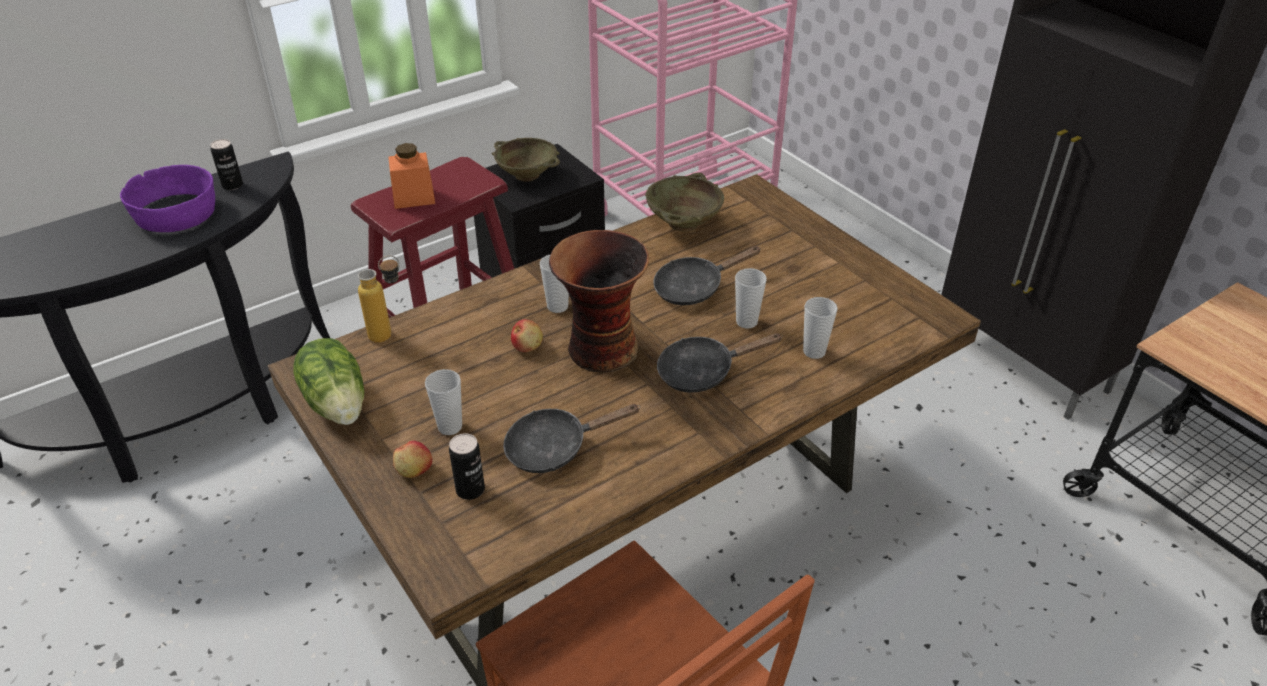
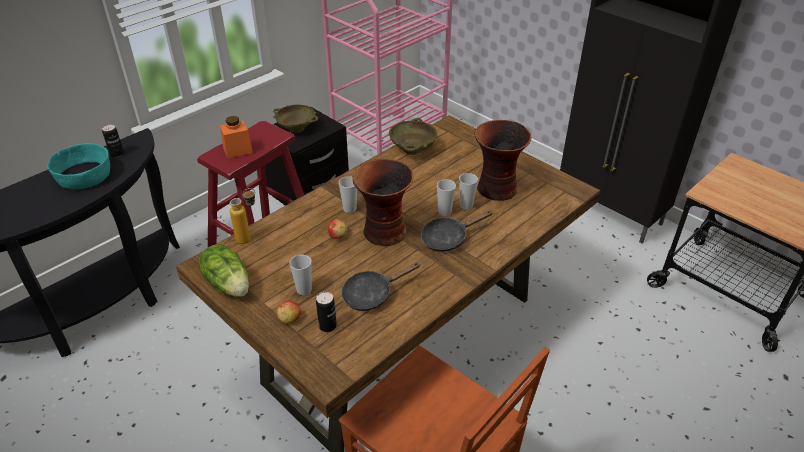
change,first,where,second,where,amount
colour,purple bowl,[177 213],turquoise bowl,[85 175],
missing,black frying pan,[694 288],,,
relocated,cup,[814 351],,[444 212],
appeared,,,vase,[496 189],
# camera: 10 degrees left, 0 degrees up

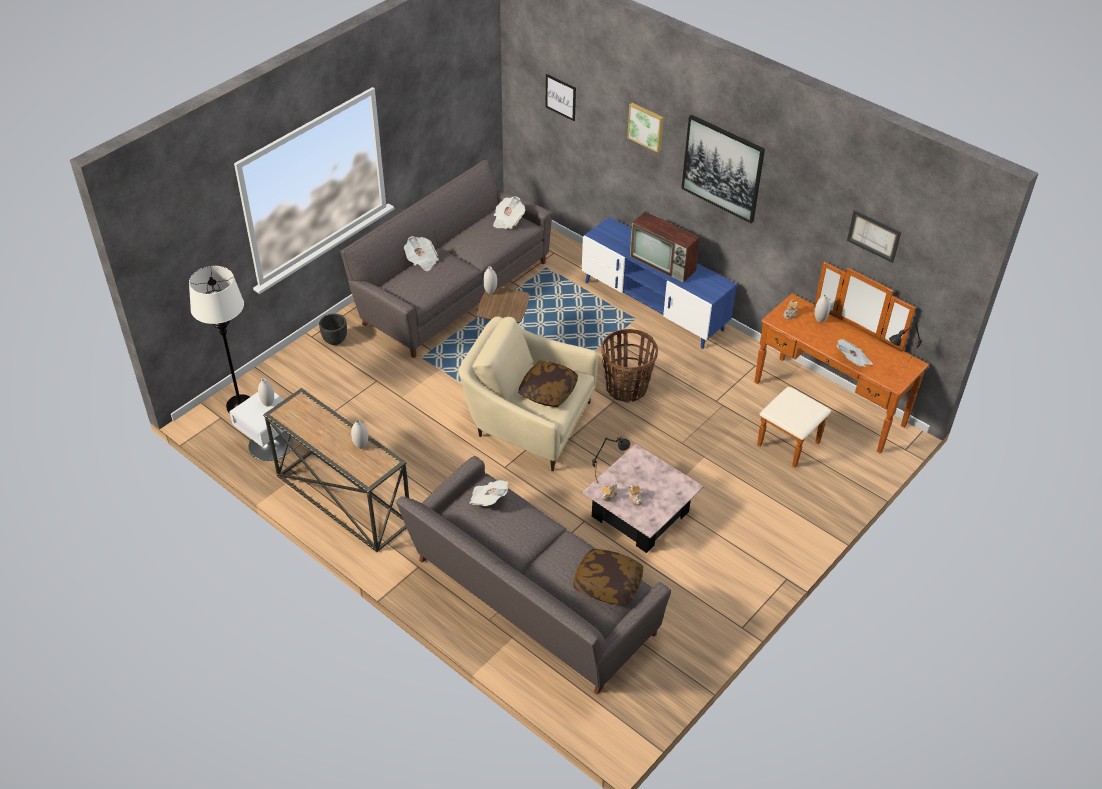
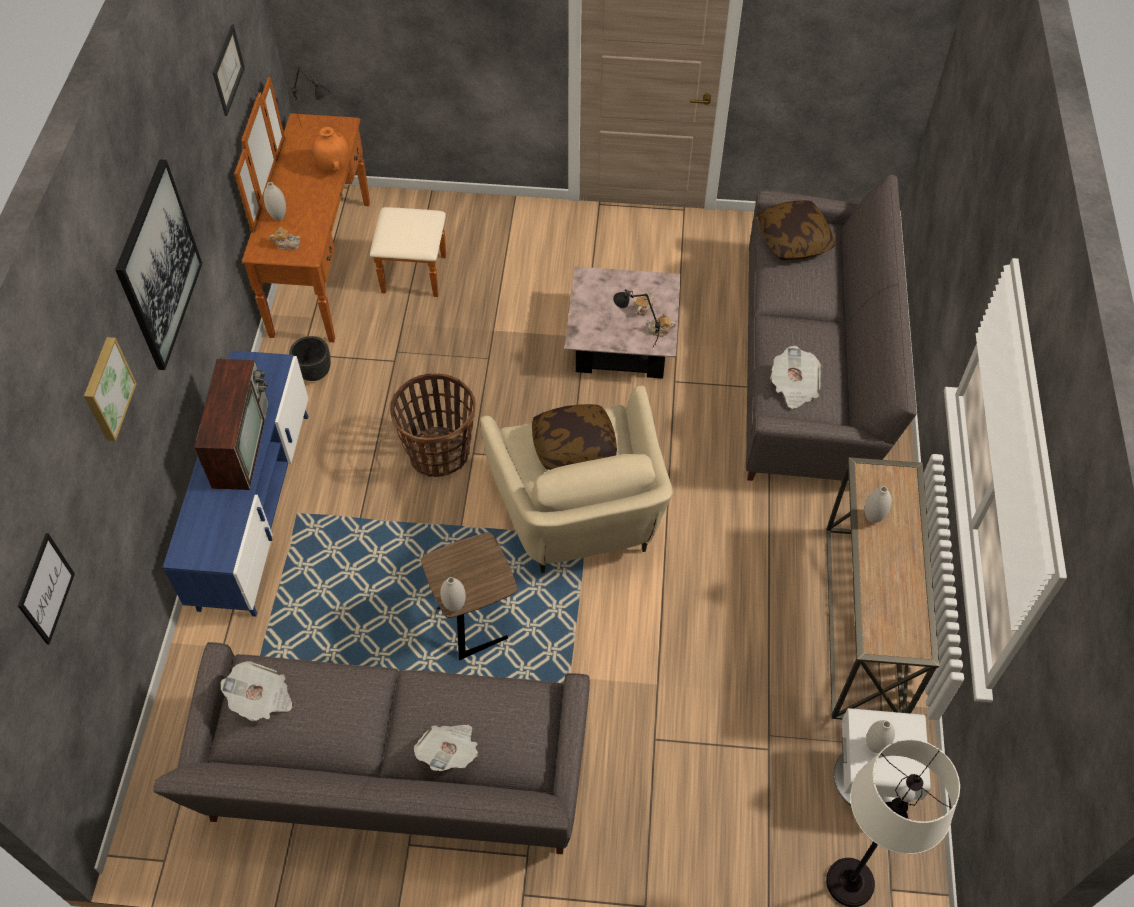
change,first,where,second,where,amount
relocated,black planter,[335 340],,[314 373],
exchanged,newspaper,[852 361],orange vase,[334 166],
# camera: 125 degrees left, 10 degrees up

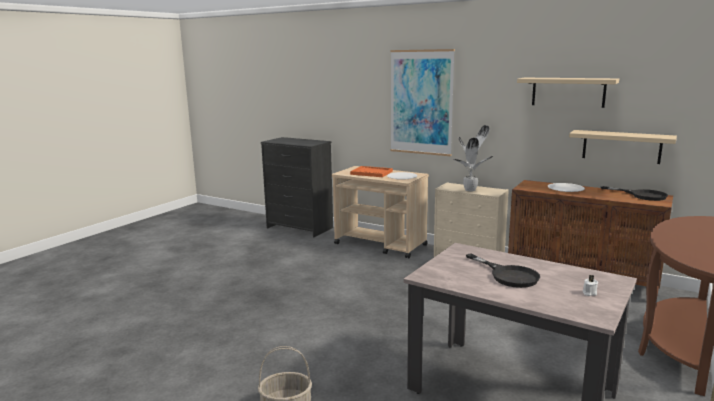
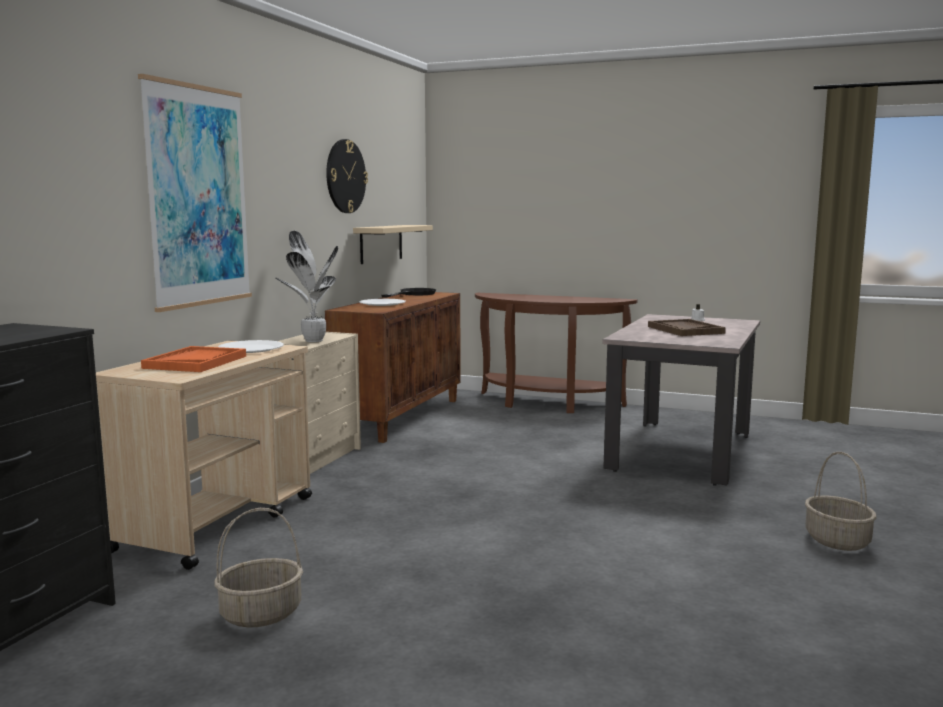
change,first,where,second,where,amount
exchanged,beige shelf,[568 92],wall clock,[345 176],
exchanged,black frying pan,[508 275],brown tray,[685 330],
appeared,,,basket,[260 614],
# camera: 100 degrees left, 5 degrees down

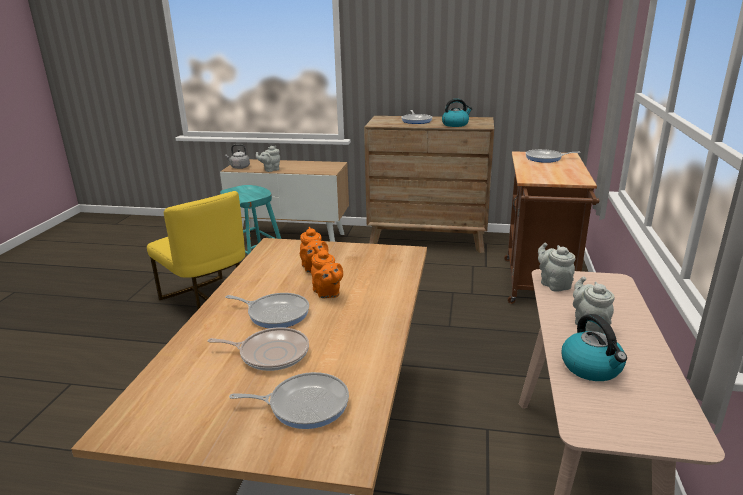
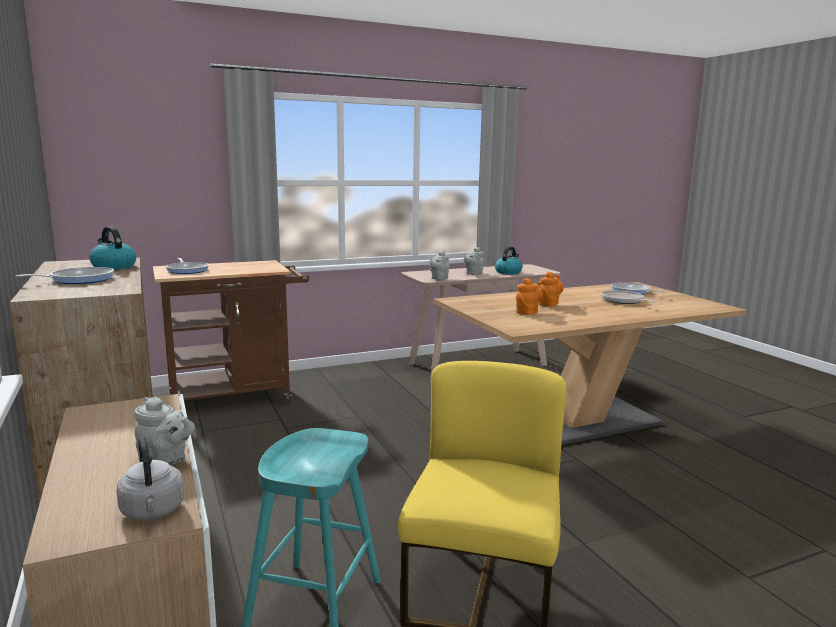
change,first,where,second,where,amount
missing,frying pan,[275 313],,,
# camera: 125 degrees left, 10 degrees down

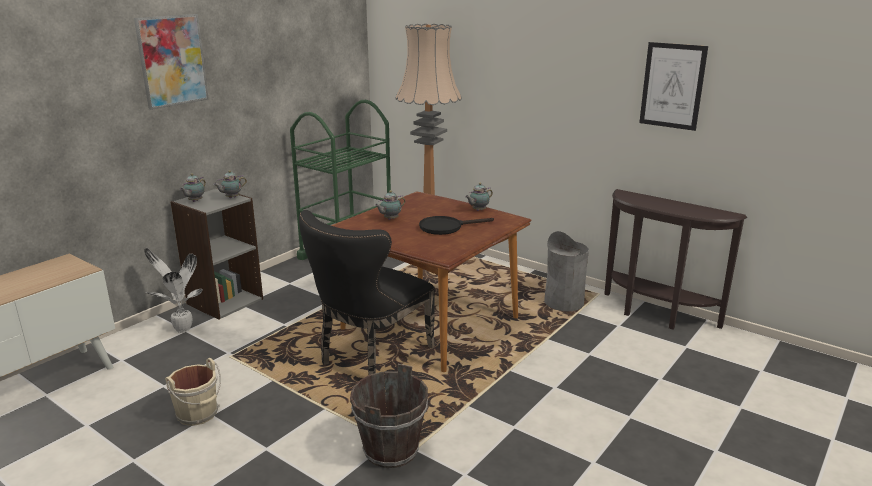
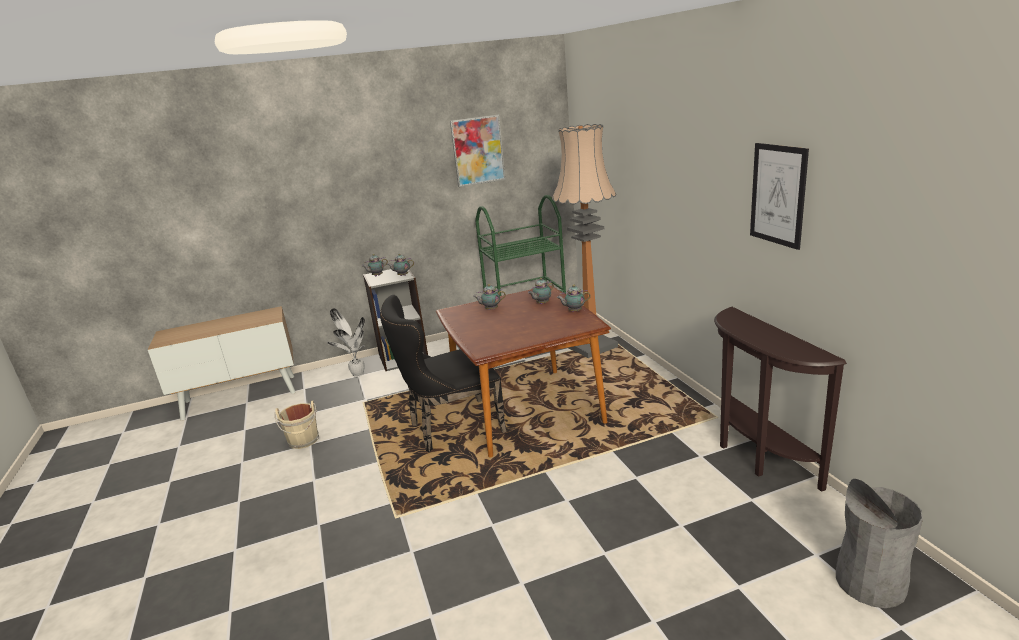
change,first,where,second,where,amount
relocated,picture,[172 61],,[478 150],
missing,black frying pan,[446 227],,,
relocated,grey trash can,[563 302],,[870 582],
missing,brown bucket,[390 450],,,
appeared,,,teapot,[541 303],
# camera: 35 degrees right, 0 degrees up

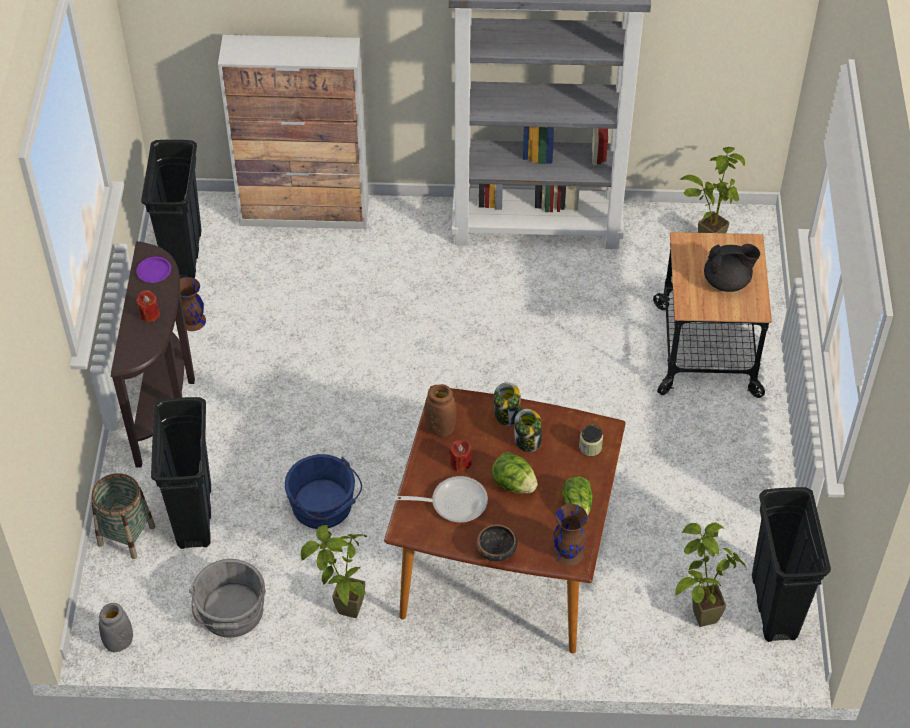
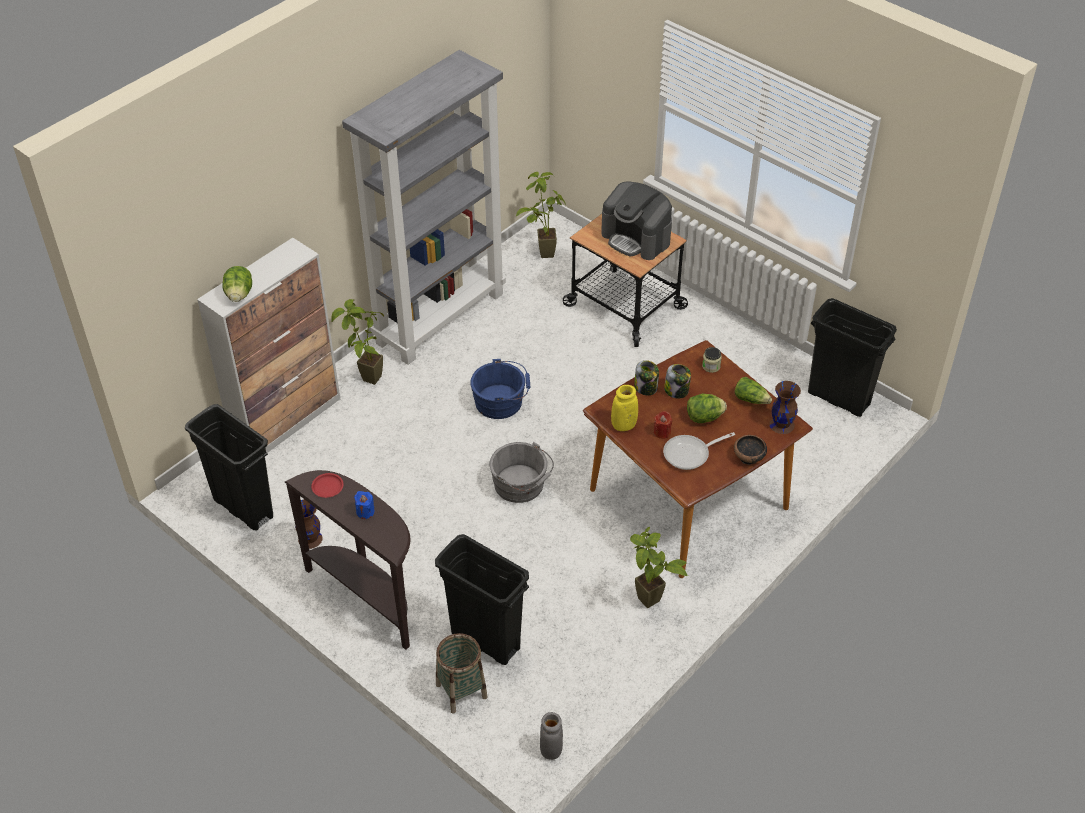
change,first,where,second,where,amount
exchanged,black teapot,[727 281],coffee machine,[636 238],
colour,purple plate,[154 271],red plate,[328 487],
colour,red candle,[149 314],blue candle,[365 512],
colour,brown vase,[440 428],yellow vase,[623 425],
relocated,blue bucket,[324 506],,[501 402],
spun,frying pan,[453 502],,[690 454],150 degrees counterclockwise
relocated,potted plant,[694 617],,[366 382],
relocated,grey bucket,[231 614],,[521 485],
appeared,,,lettuce,[239 295],
# camera: 50 degrees left, 5 degrees down

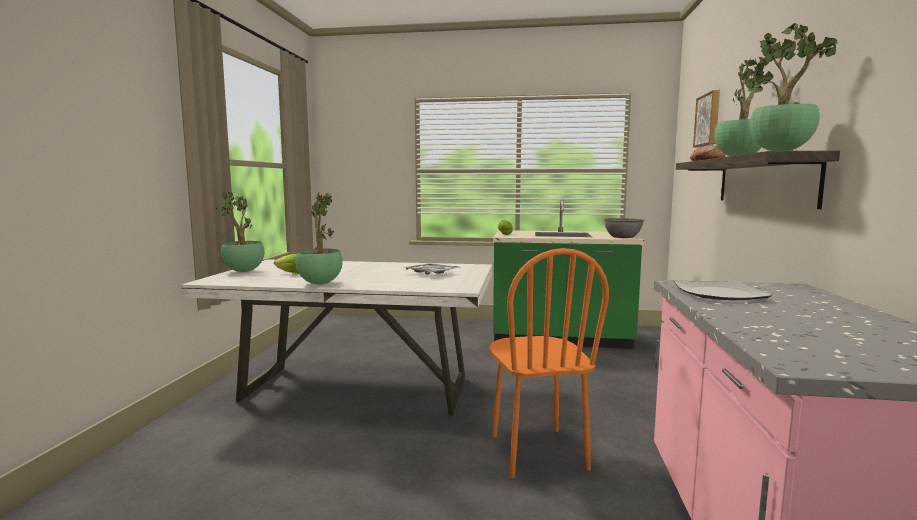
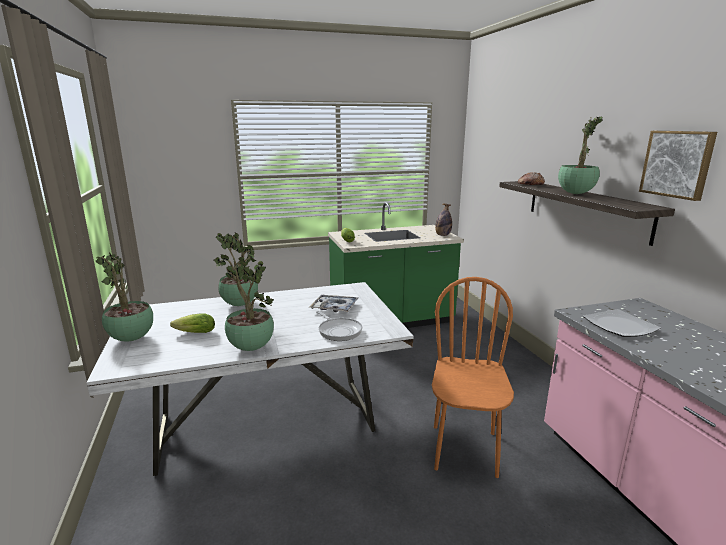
change,first,where,second,where,amount
relocated,potted plant,[782 151],,[241 304],
relocated,picture,[709 120],,[677 164],
exchanged,grey bowl,[622 237],bottle,[442 235],
spun,orange chair,[537 452],,[464 450],135 degrees counterclockwise
appeared,,,frying pan,[338 331],
# camera: 25 degrees left, 10 degrees up

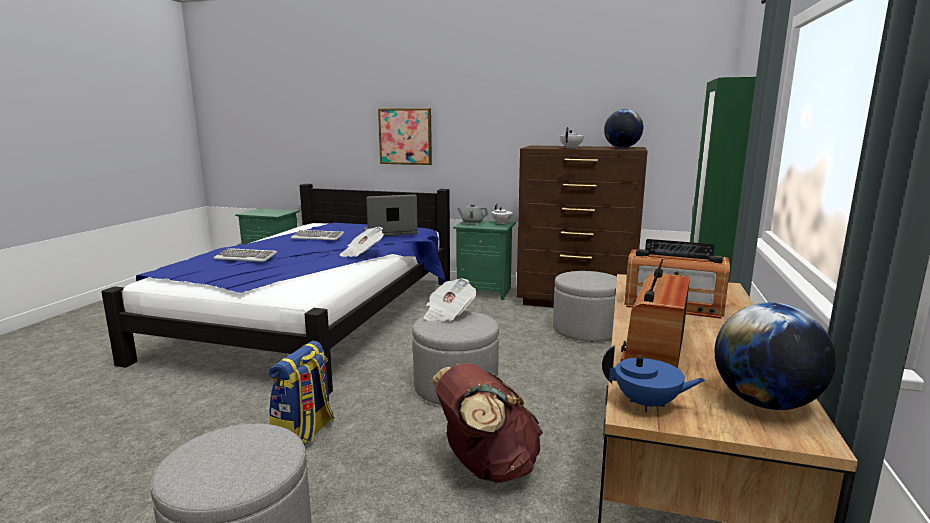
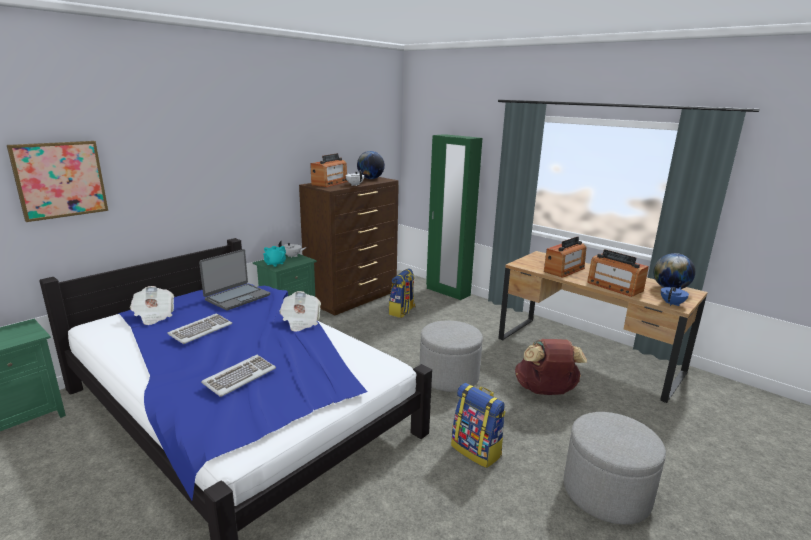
change,first,where,second,where,amount
relocated,picture,[405 136],,[60 179],
spun,laptop,[390 232],,[237 297],150 degrees counterclockwise
colour,grey teapot,[472 223],turquoise teapot,[275 264],
exchanged,grey ottoman,[586 330],backpack,[402 312],
relocated,newspaper,[448 314],,[154 315],
appeared,,,radio,[330 183],
# camera: 65 degrees left, 5 degrees up

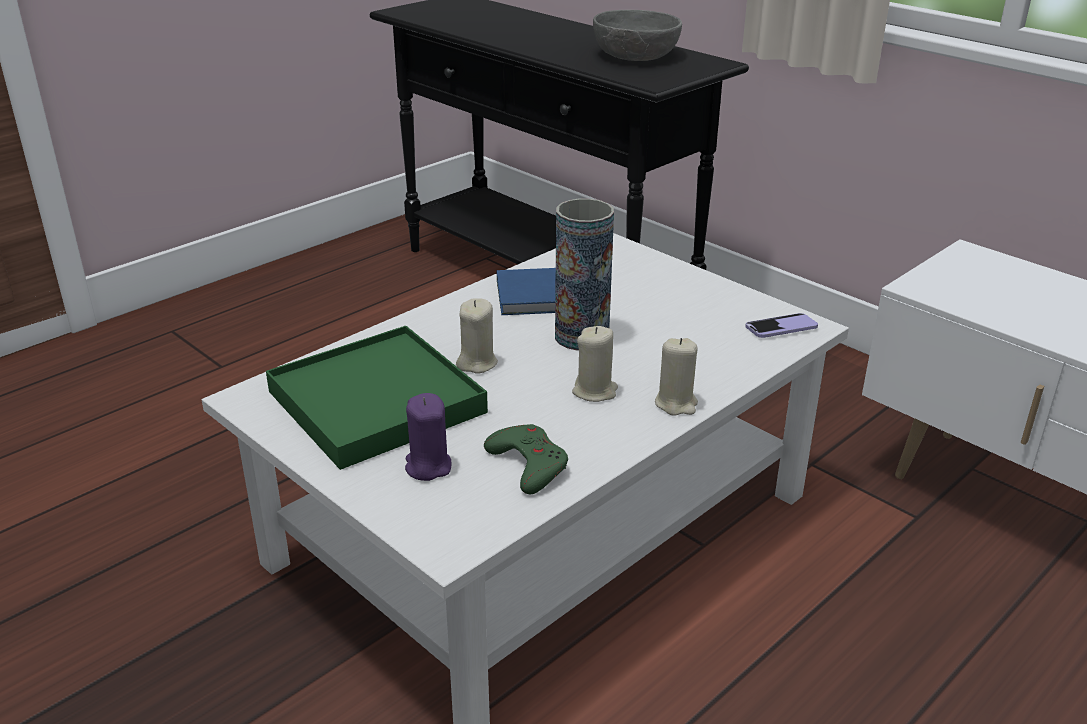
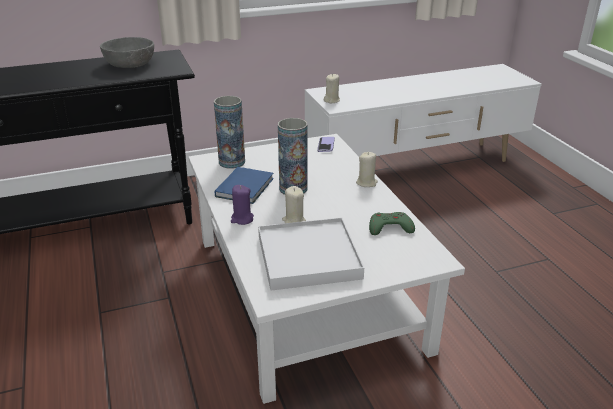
change,first,where,second,where,amount
colour,green tray,[376 402],white tray,[309 257],
relocated,beige candle,[595 391],,[331 100],
relocated,purple candle,[428 466],,[242 219],
appeared,,,vase,[232 162],
# camera: 65 degrees left, 0 degrees up

